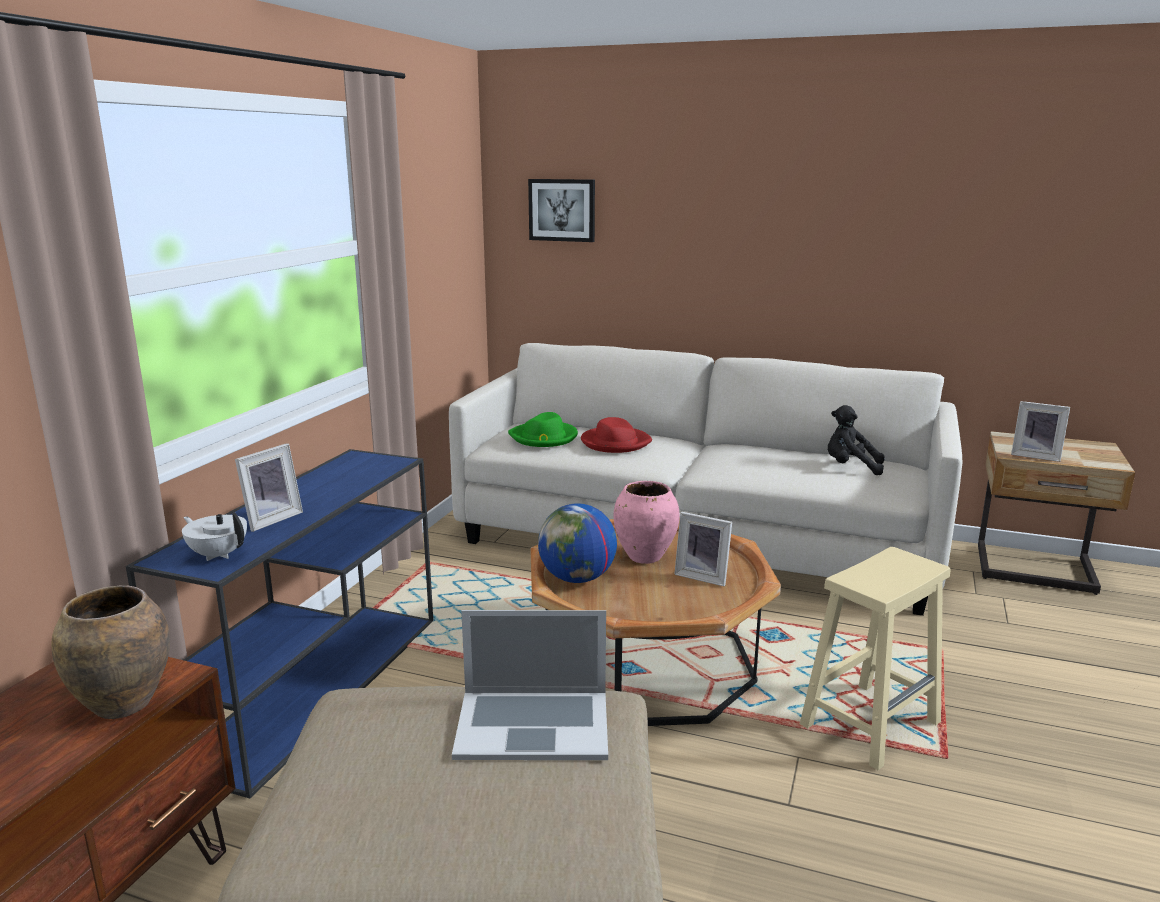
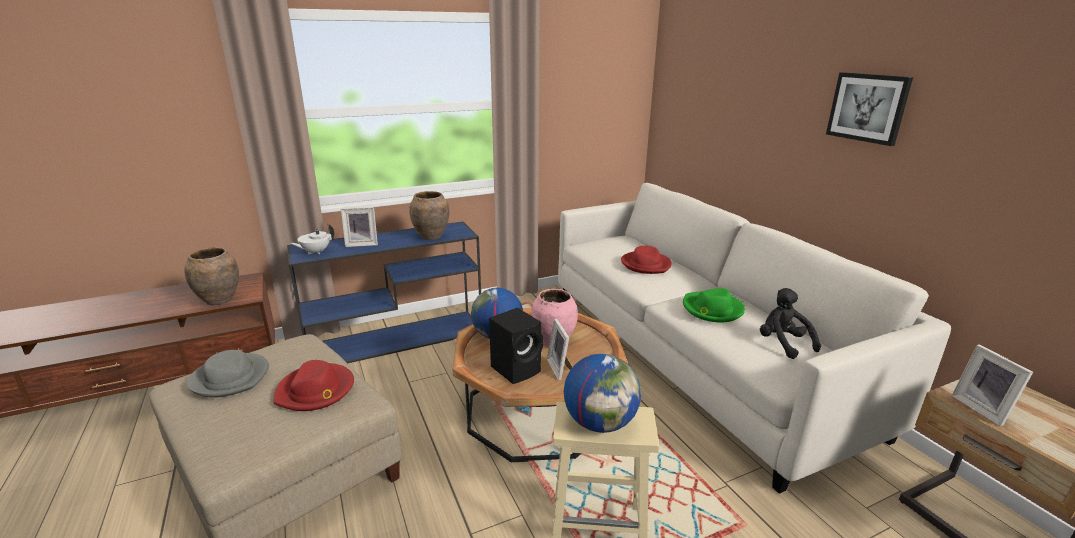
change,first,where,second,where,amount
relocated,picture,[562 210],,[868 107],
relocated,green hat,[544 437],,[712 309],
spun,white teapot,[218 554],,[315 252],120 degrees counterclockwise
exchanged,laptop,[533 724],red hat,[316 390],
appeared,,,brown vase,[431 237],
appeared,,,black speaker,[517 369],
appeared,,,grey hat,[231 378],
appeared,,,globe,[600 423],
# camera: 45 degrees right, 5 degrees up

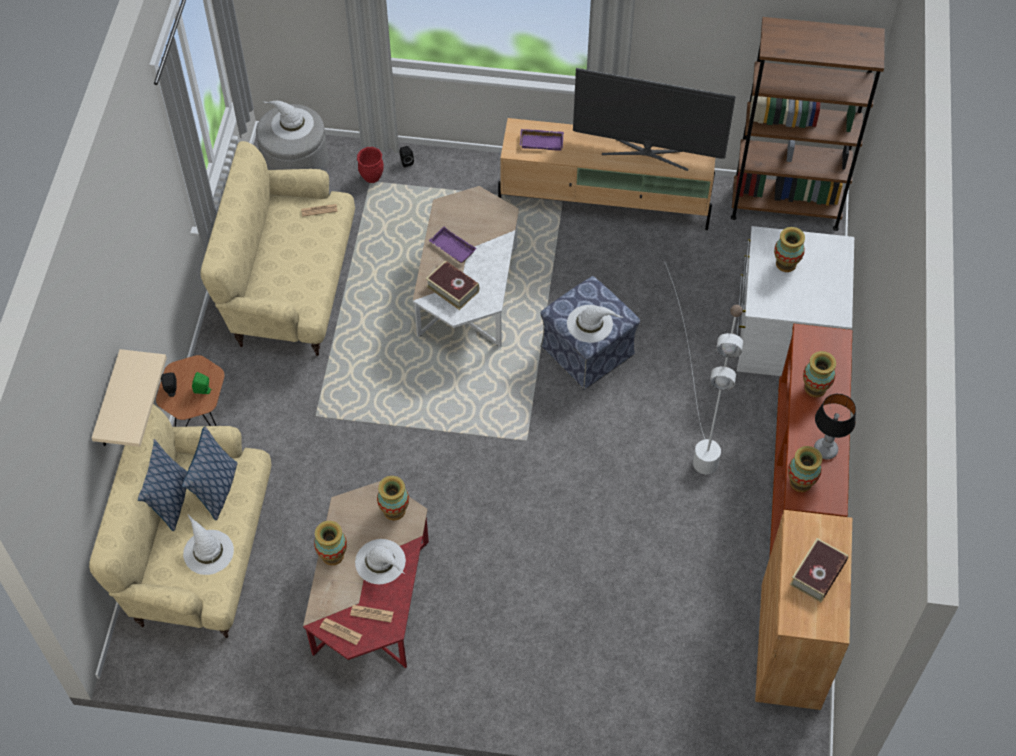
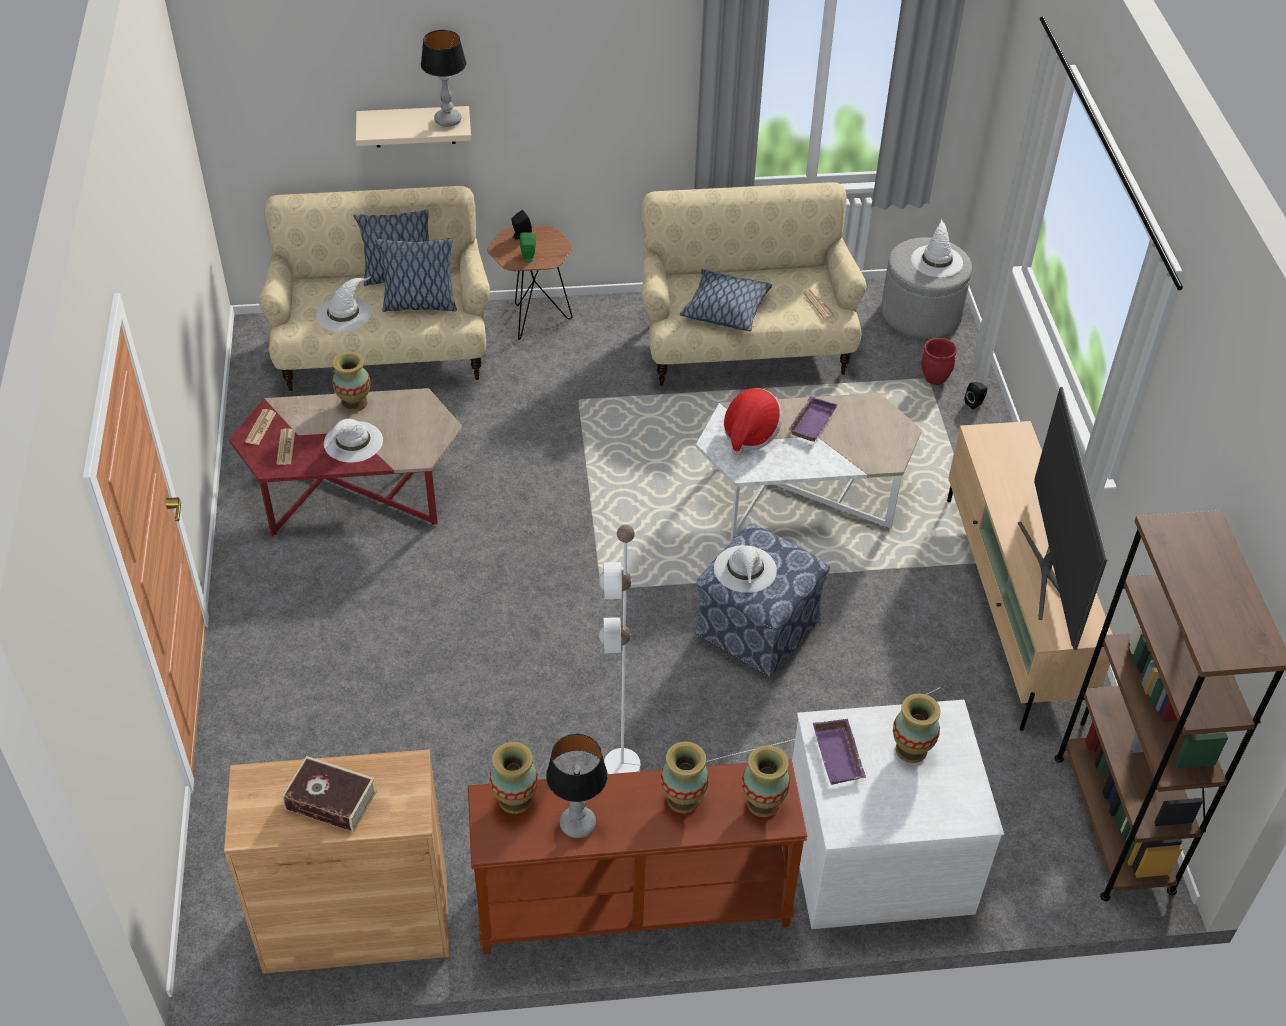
change,first,where,second,where,amount
relocated,purple tray,[542 141],,[840 756],
exchanged,book,[452 289],hat,[750 433],
relocated,vase,[394 510],,[763 802],
appeared,,,table lamp,[448 120],
appeared,,,pillow,[725 309],
# camera: 75 degrees right, 10 degrees down

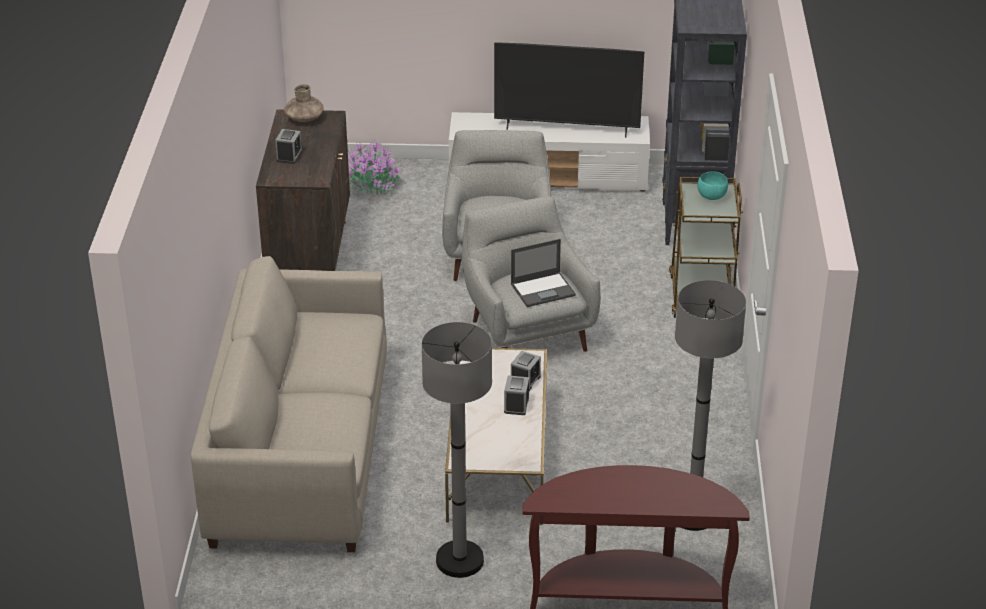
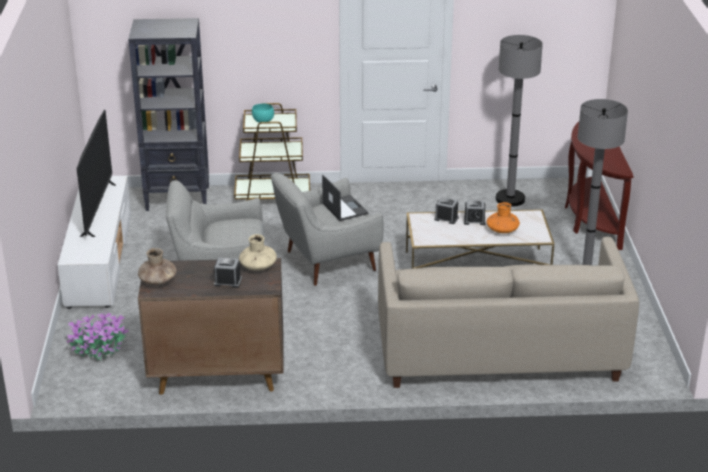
change,first,where,second,where,amount
appeared,,,orange vase,[502 230],
appeared,,,beige vase,[258 266],
# camera: 95 degrees left, 5 degrees down

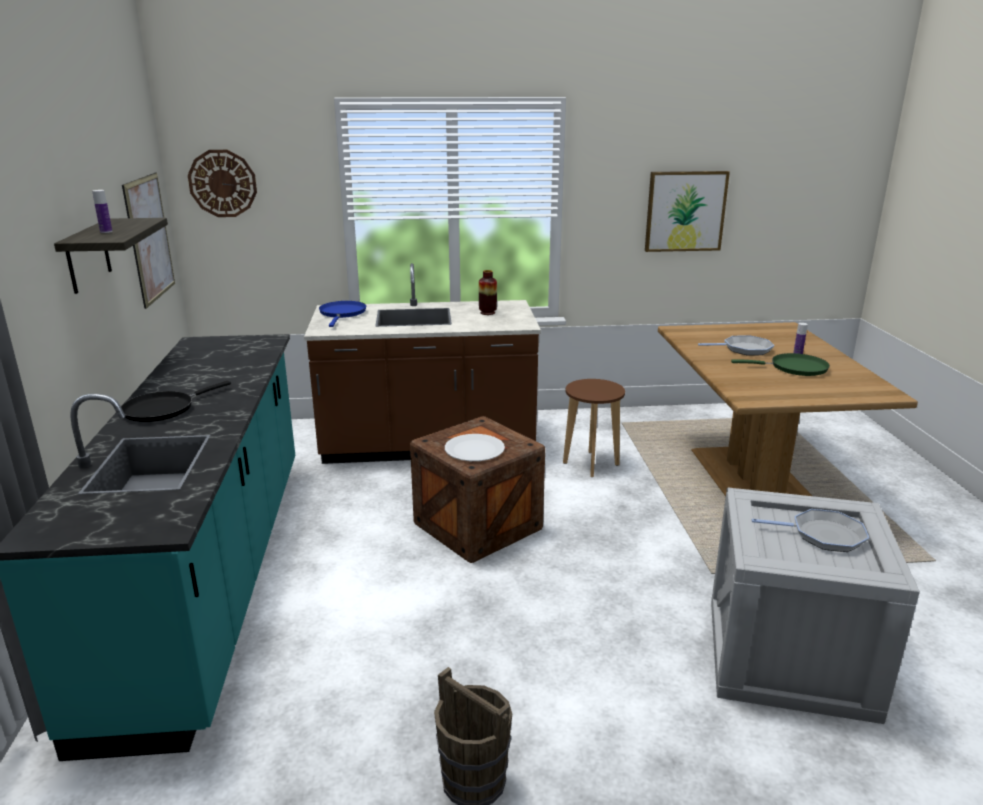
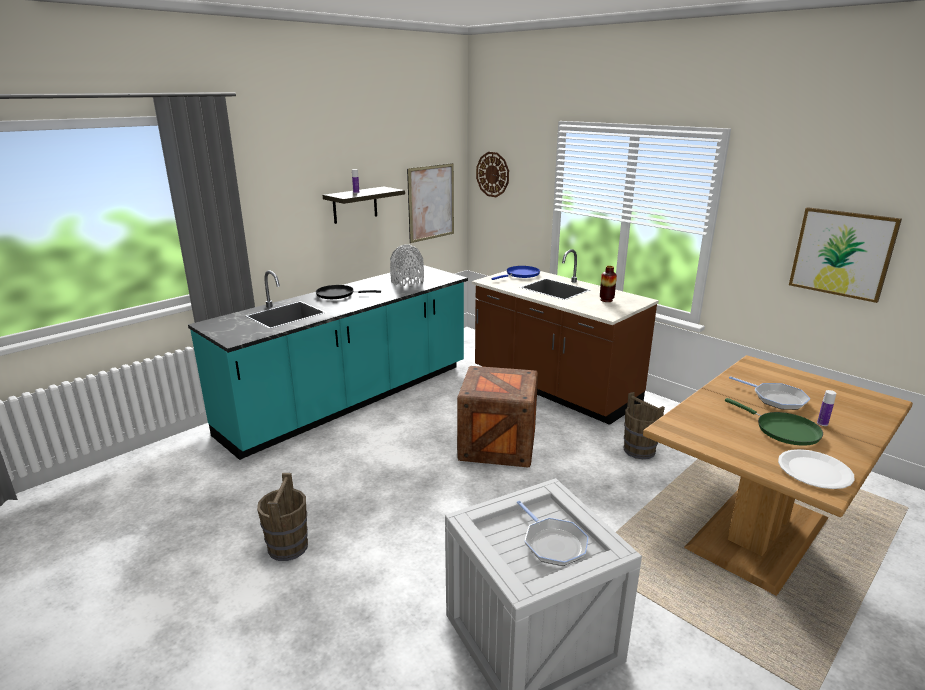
change,first,where,second,where,amount
exchanged,brown stool,[590 464],brown bucket,[639 450],
relocated,white plate,[474 450],,[814 471],
appeared,,,grey vase,[407 281],
# camera: 50 degrees right, 0 degrees up

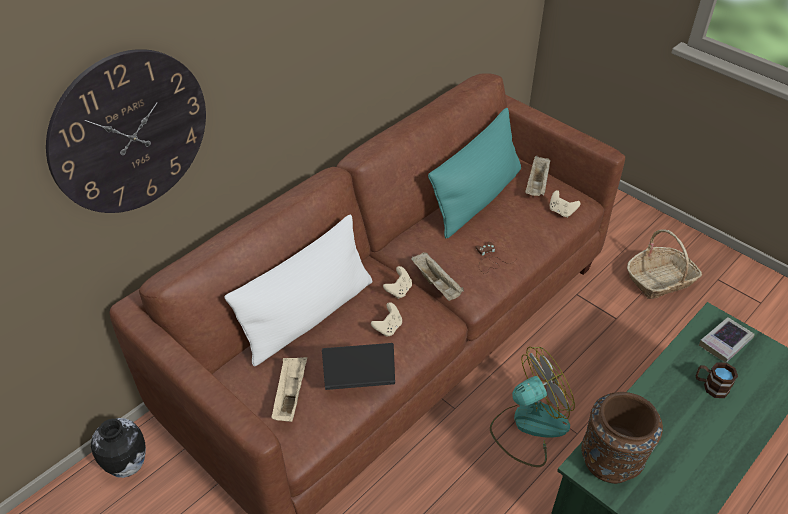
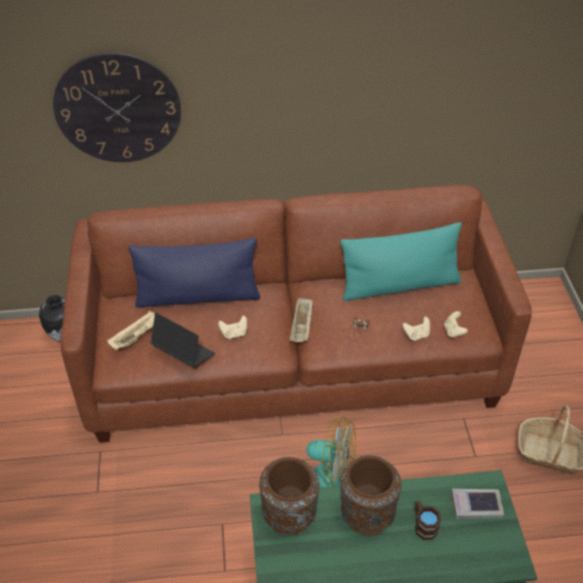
change,first,where,second,where,amount
missing,beige tray,[537 185],,,
colour,white pillow,[308 316],blue pillow,[198 297],
relocated,beige game controller,[399 290],,[416 335],
appeared,,,brown vase,[366 514],
# camera: 40 degrees right, 0 degrees up

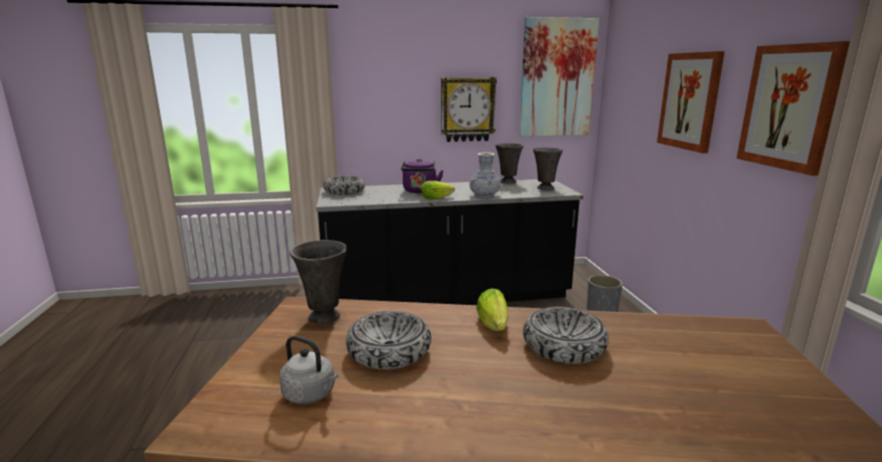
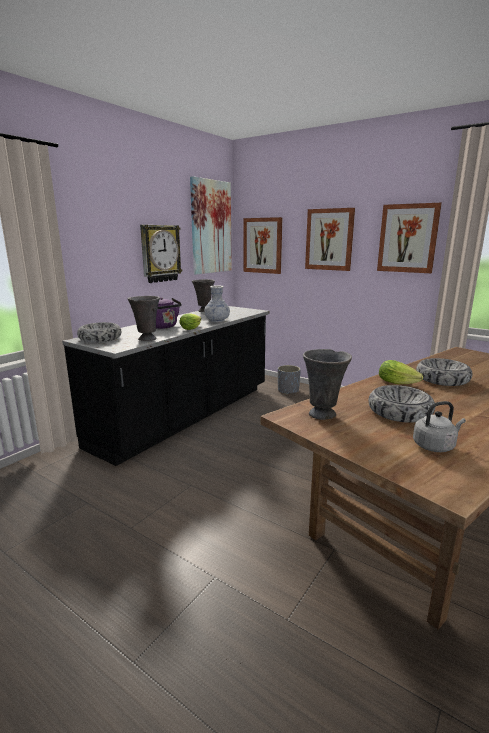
change,first,where,second,where,amount
relocated,grey vase,[545 188],,[146 339],
appeared,,,picture,[262 245],
# camera: 45 degrees left, 0 degrees up

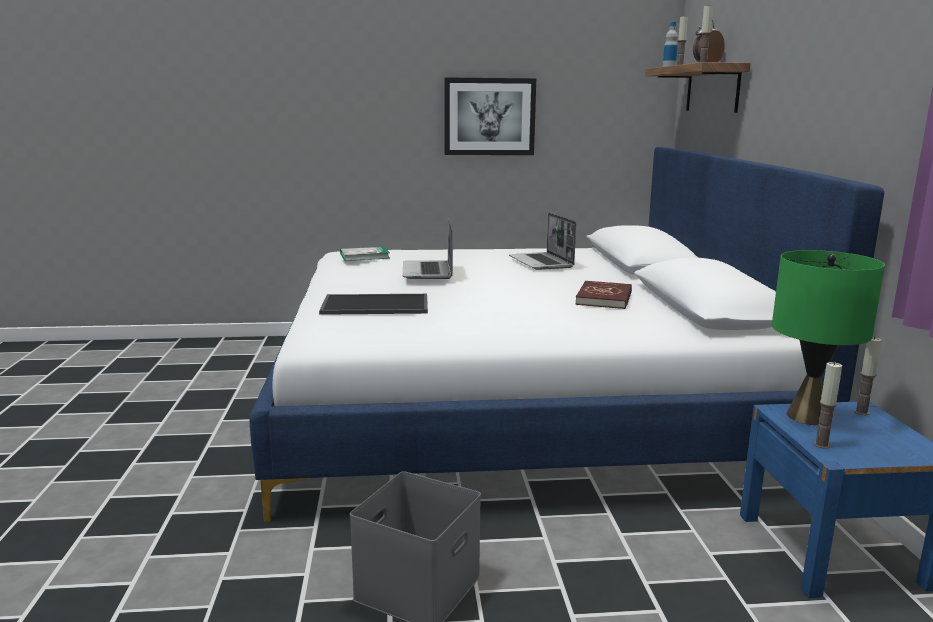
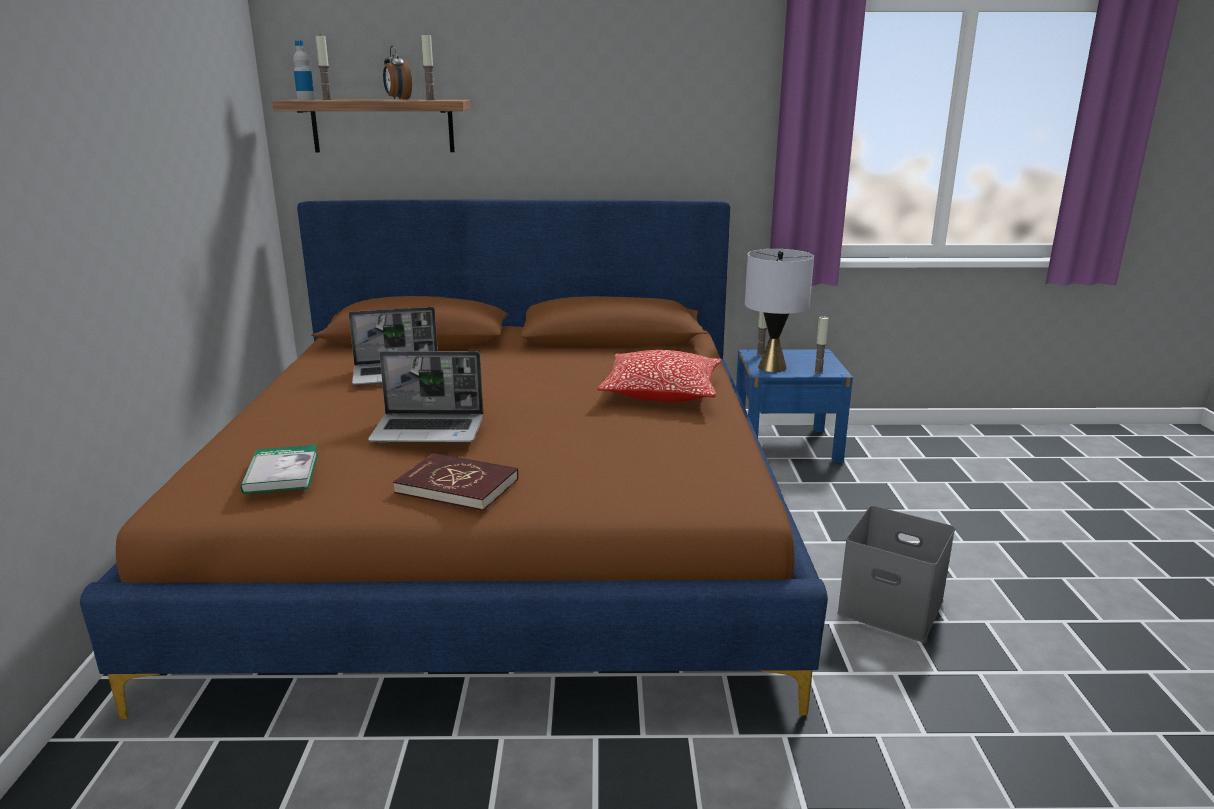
change,first,where,second,where,amount
missing,picture,[489 116],,,
colour,white bed,[515 401],brown bed,[503 532],
colour,green table lamp,[807 416],grey table lamp,[771 367],
relocated,red book,[604 298],,[457 486],
missing,tray,[374 305],,,
appeared,,,pillow,[661 393],
# camera: 85 degrees left, 5 degrees up

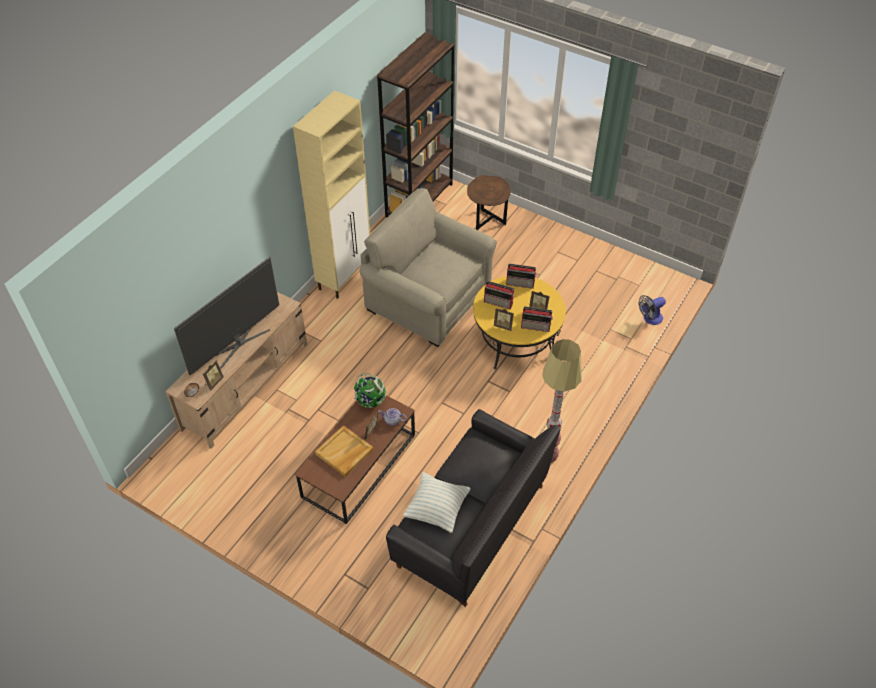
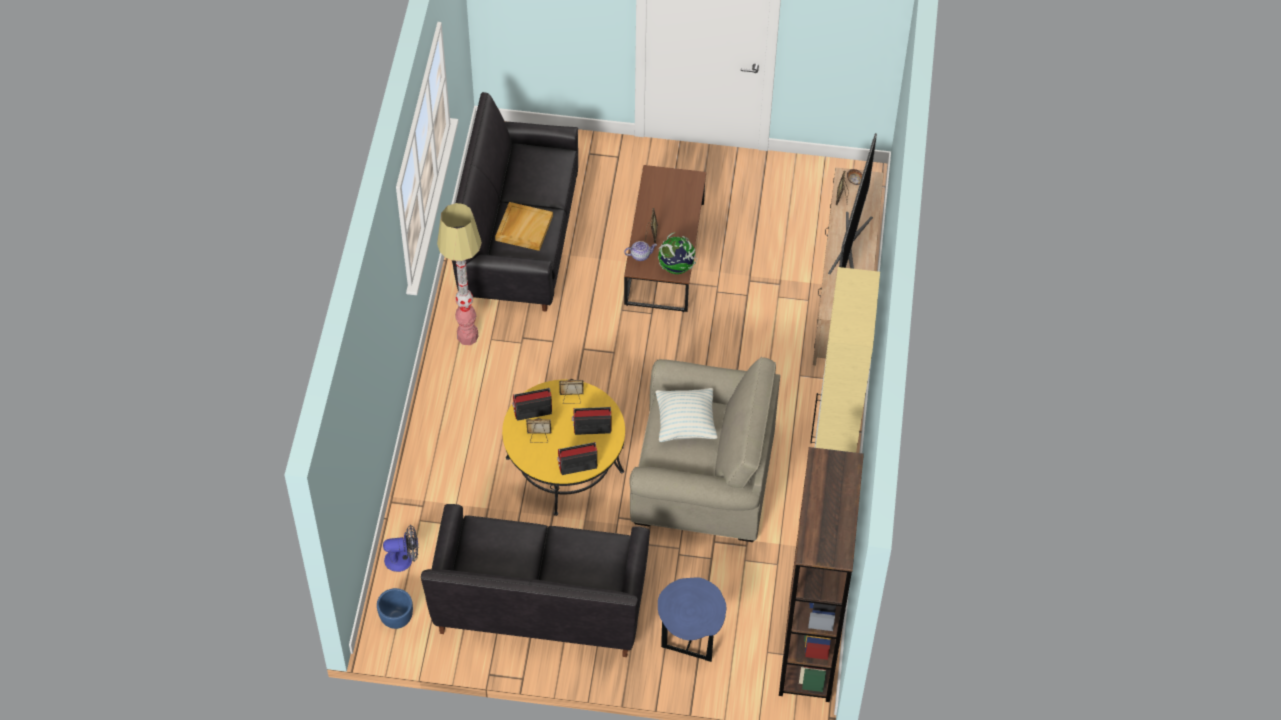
change,first,where,second,where,amount
colour,brown side table,[487 222],blue side table,[690 640],
spun,fan,[650 319],,[403 559],45 degrees clockwise
relocated,beige tray,[344 452],,[524 227],
relocated,pillow,[437 509],,[685 424],
appeared,,,black sofa,[540 604],
appeared,,,blue planter,[396 619],
# camera: 155 degrees right, 5 degrees up

